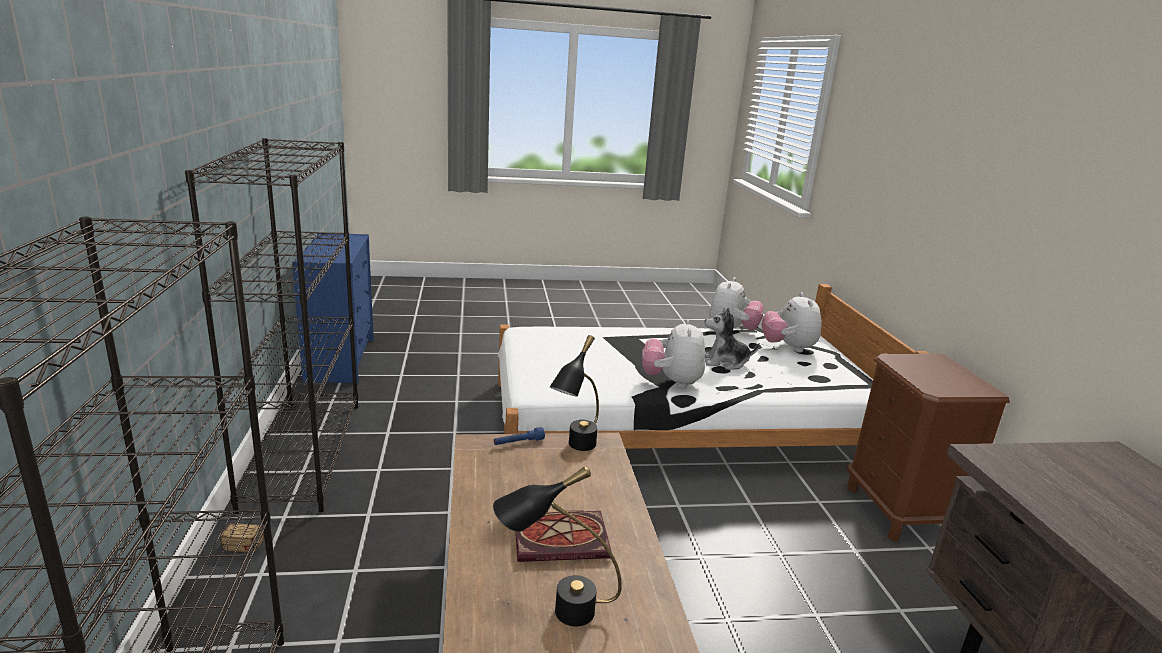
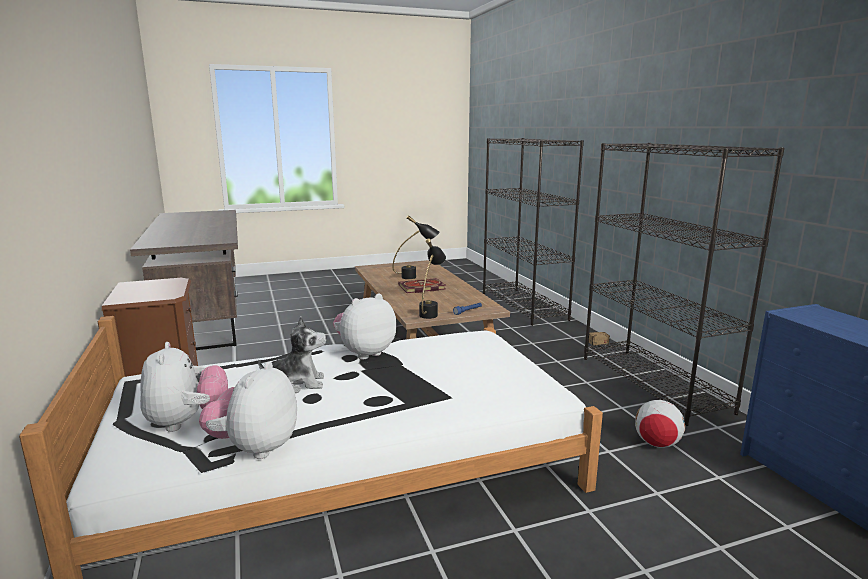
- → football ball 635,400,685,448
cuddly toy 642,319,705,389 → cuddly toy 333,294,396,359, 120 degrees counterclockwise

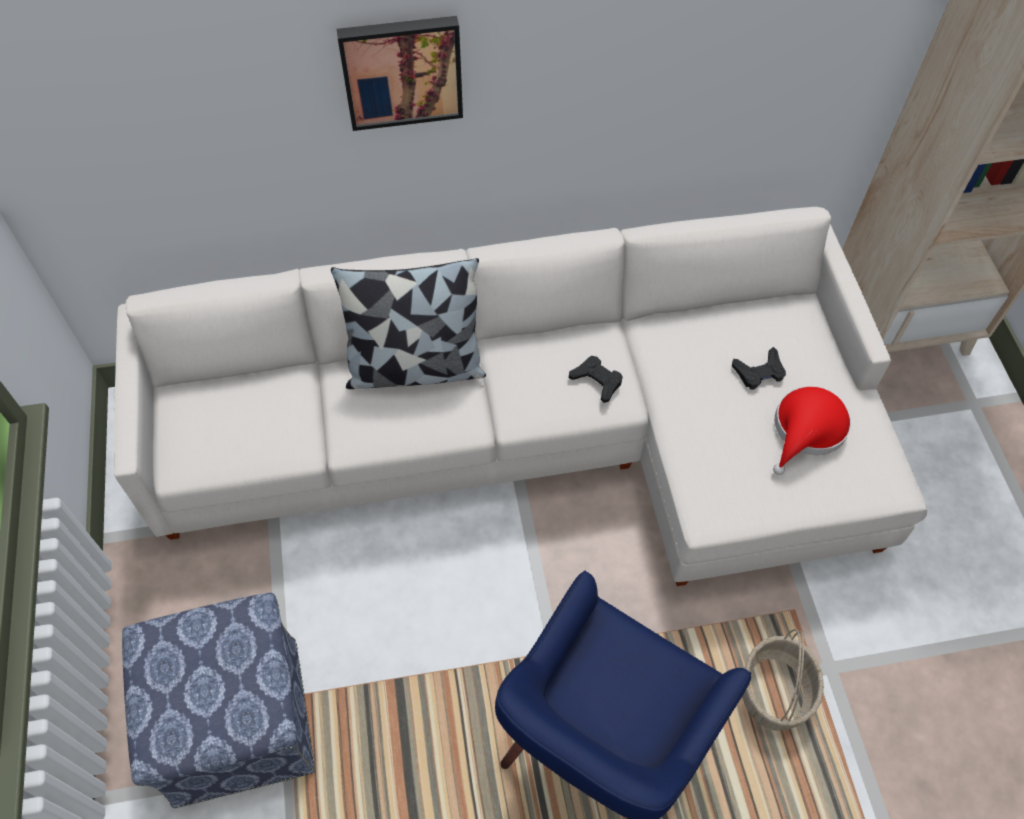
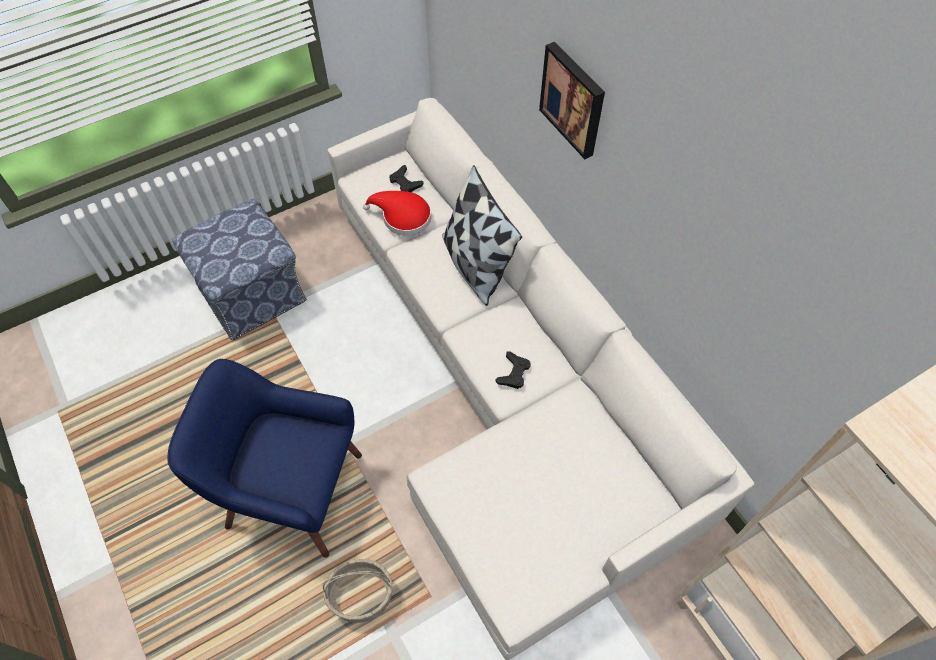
black game controller 732,347,786,390 → black game controller 389,165,423,192, relocated
red-coloured clothing hat 773,387,851,475 → red-coloured clothing hat 363,191,431,236, relocated

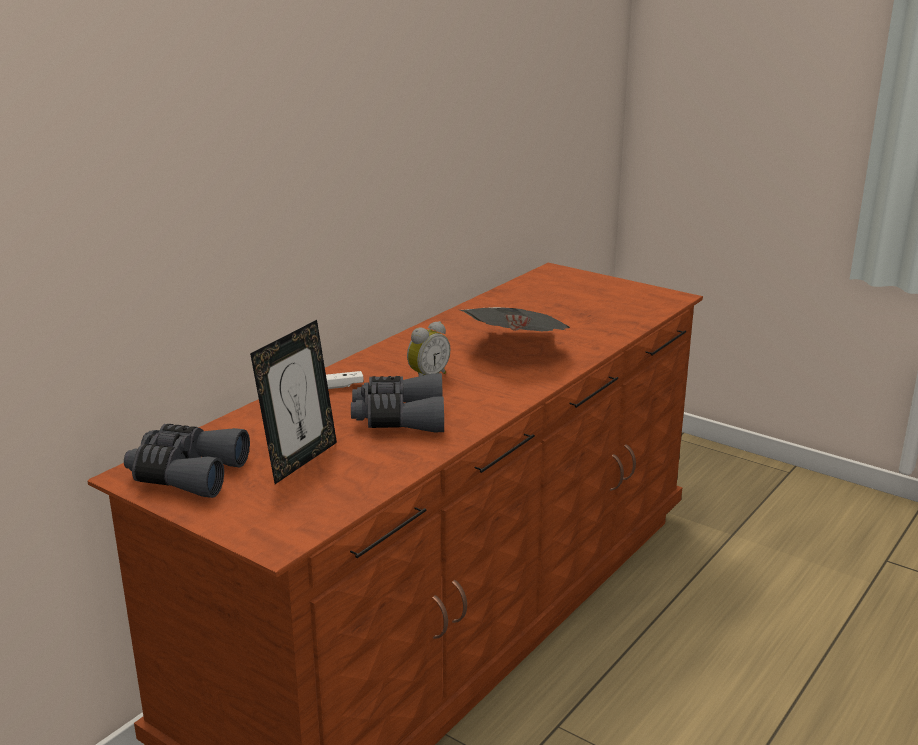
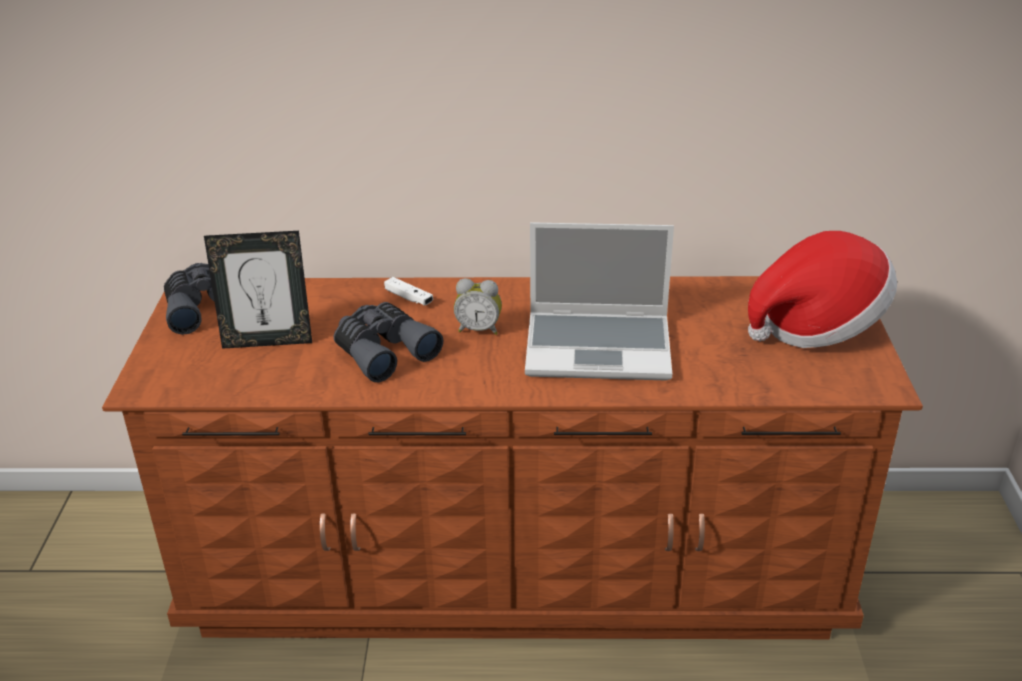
- → clothing hat 748,231,897,348
daily paper 460,307,569,331 → laptop 525,222,674,380

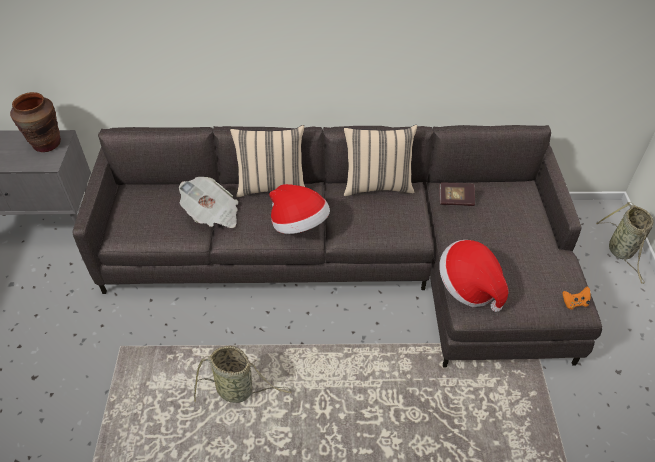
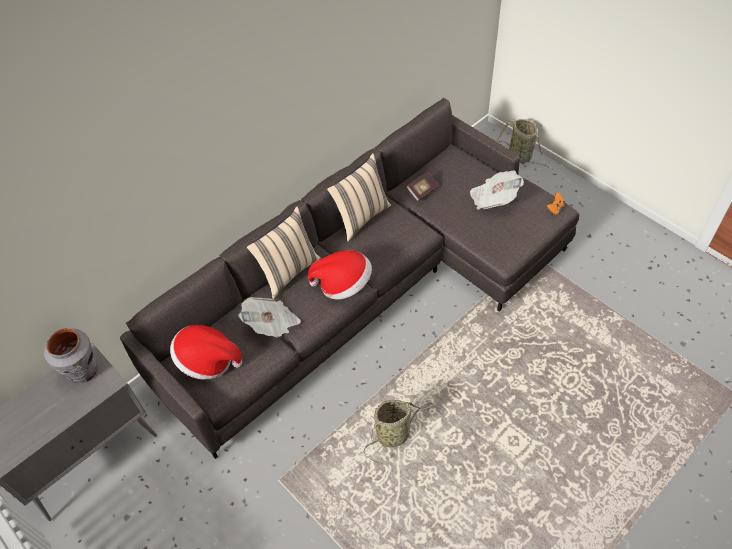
- → daily paper 470,170,524,210
clothing hat 439,240,508,312 → clothing hat 170,325,242,380, relocated
brown flower vase 10,92,61,152 → gray flower vase 44,328,98,383

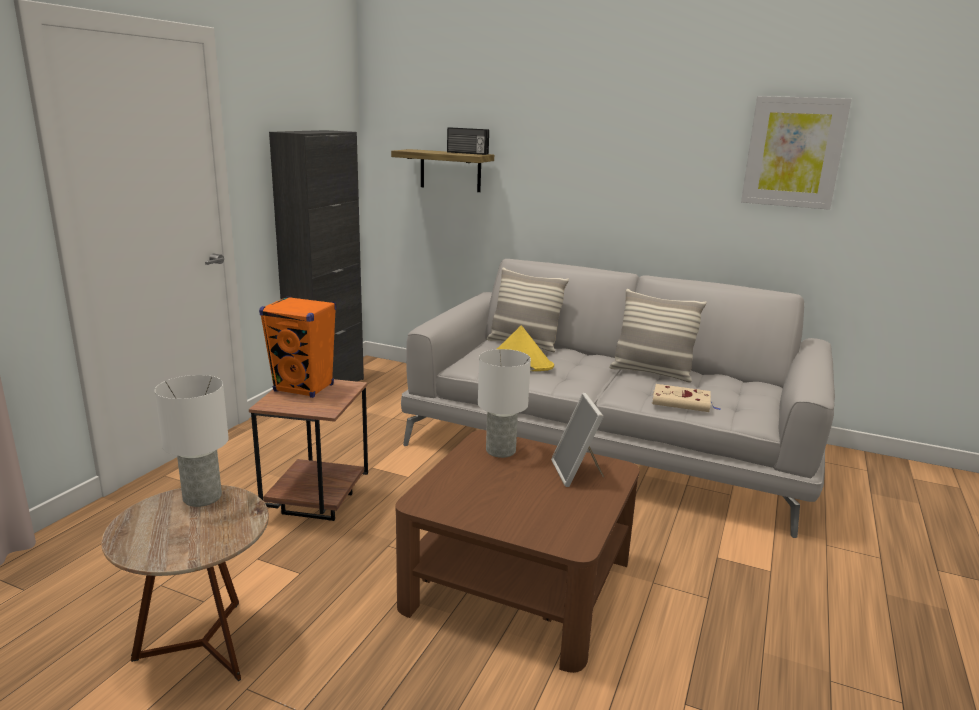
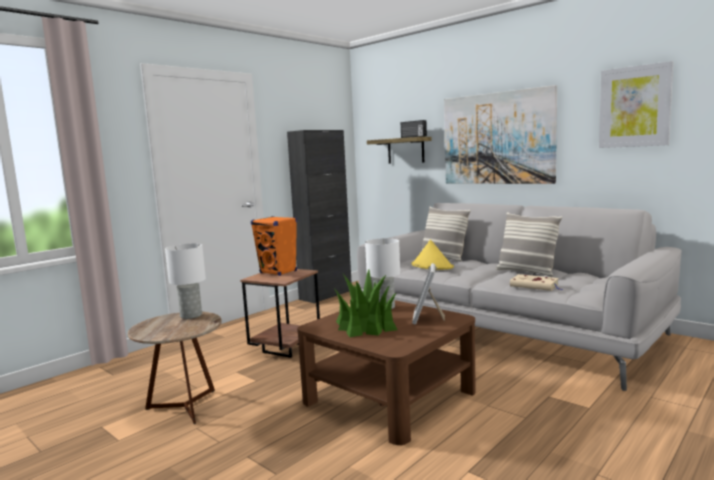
- → potted plant 334,270,398,337
- → wall art 444,85,557,184

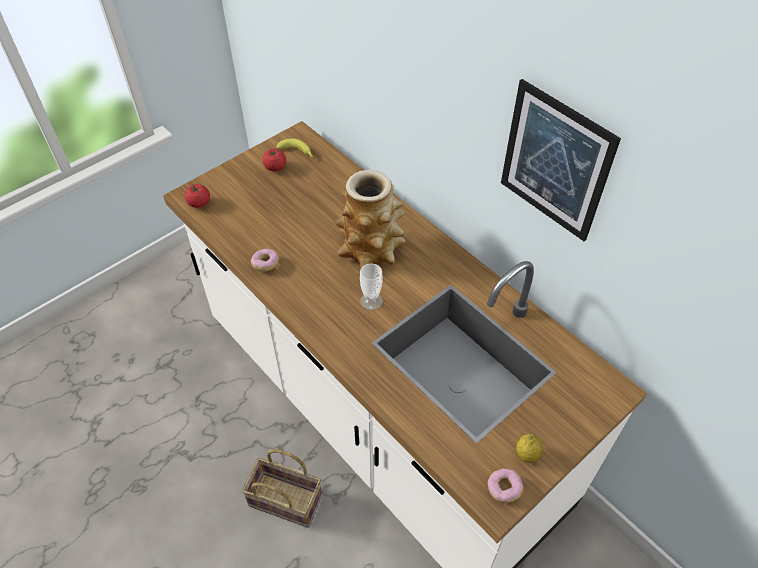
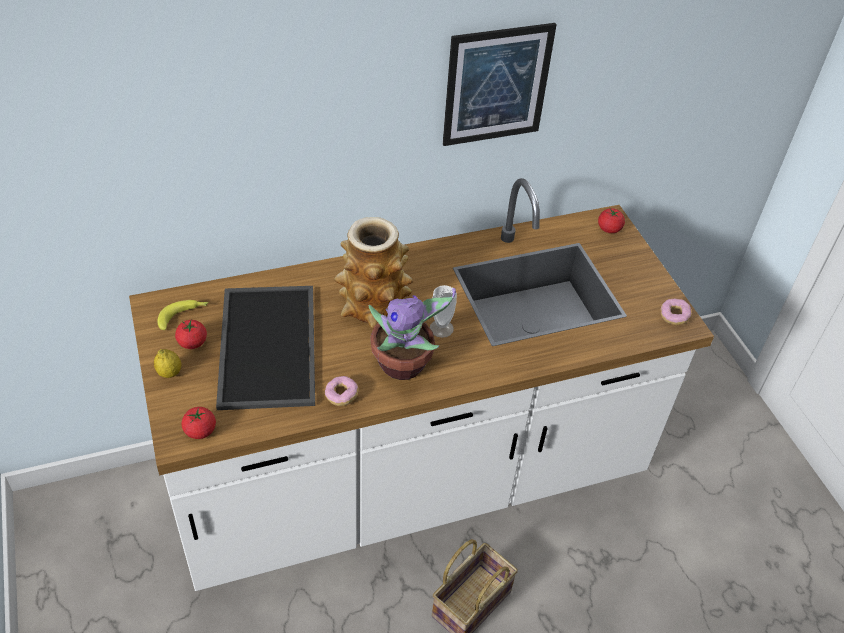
- → serving tray 216,286,315,410
- → potted plant 368,288,456,380
- → tomato 598,208,625,233
whole lemon 516,434,543,463 → whole lemon 154,349,181,378, relocated

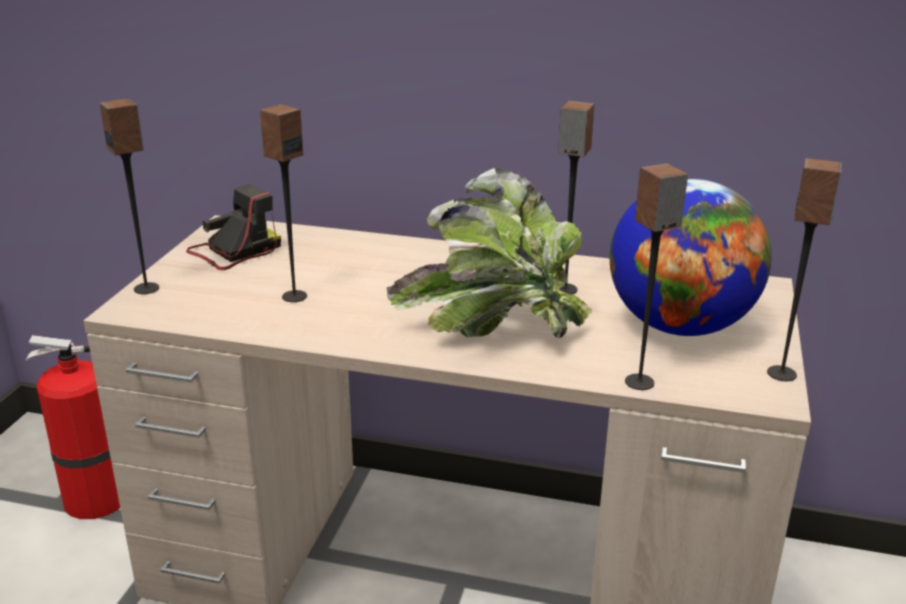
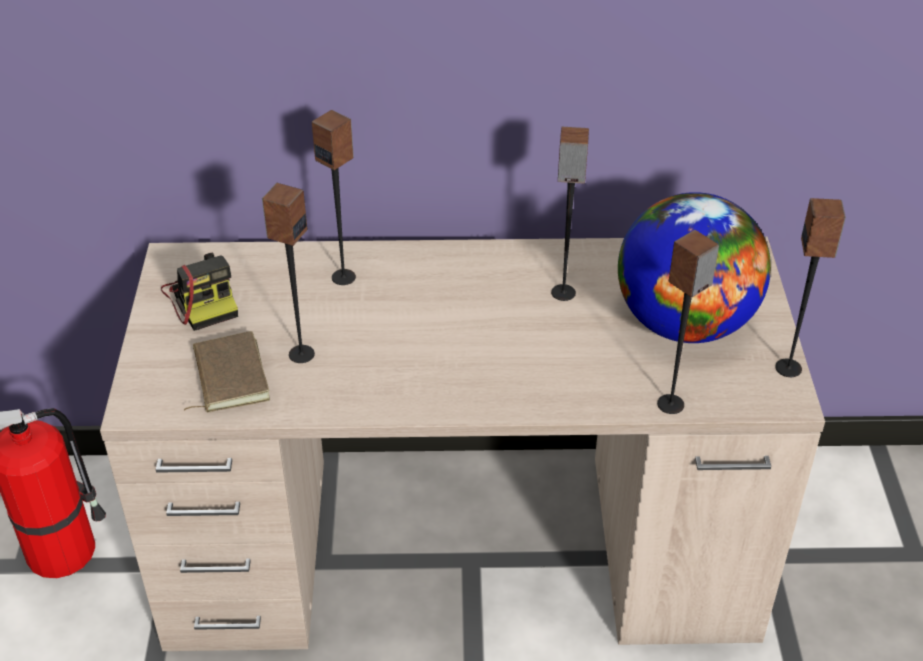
potted plant 387,168,592,338 → -
- → brown bound book 184,331,270,413
speaker 100,99,159,294 → speaker 312,110,356,285, relocated
still camera 186,184,281,270 → still camera 161,253,238,331, 120 degrees clockwise

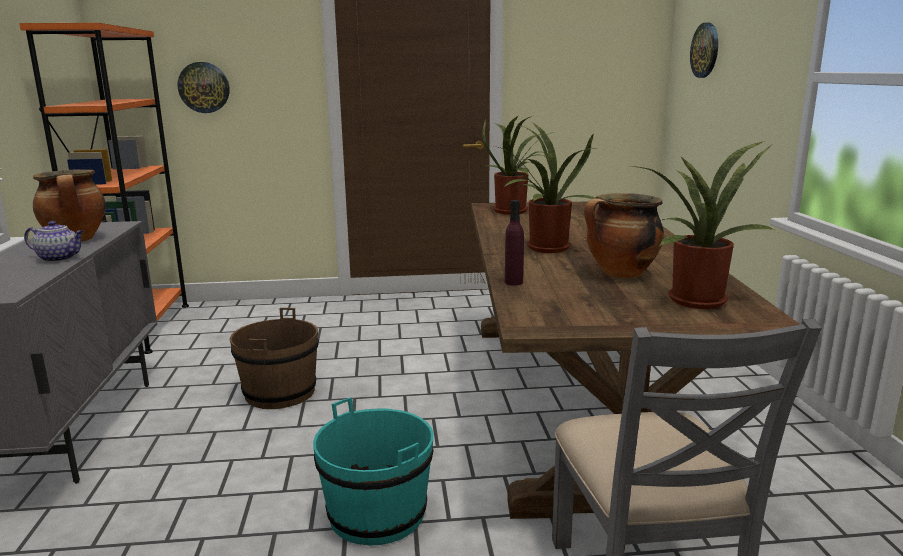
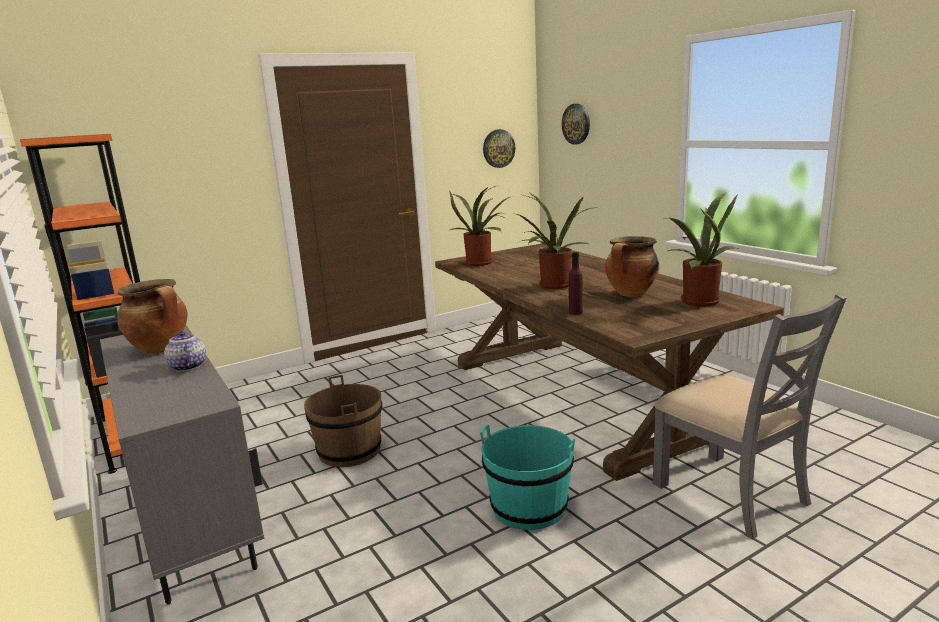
clock on the wall 178,62,230,113 → clock on the wall 483,129,515,168, relocated
pot for tea 24,221,84,262 → pot for tea 164,331,206,372, 105 degrees counterclockwise

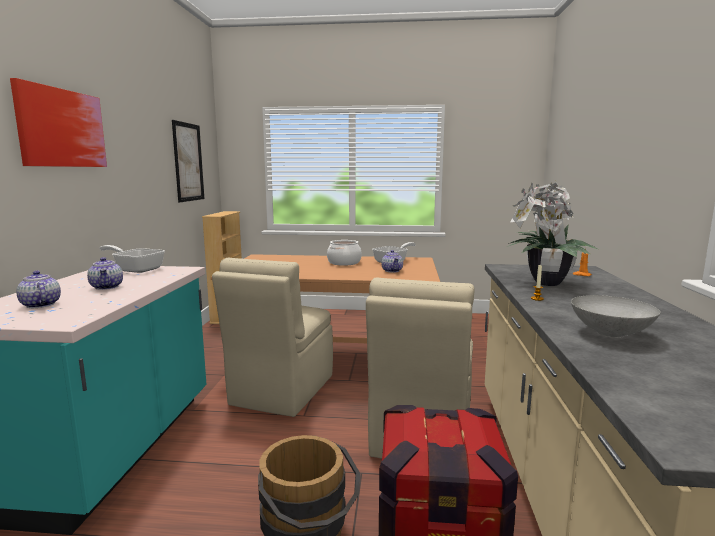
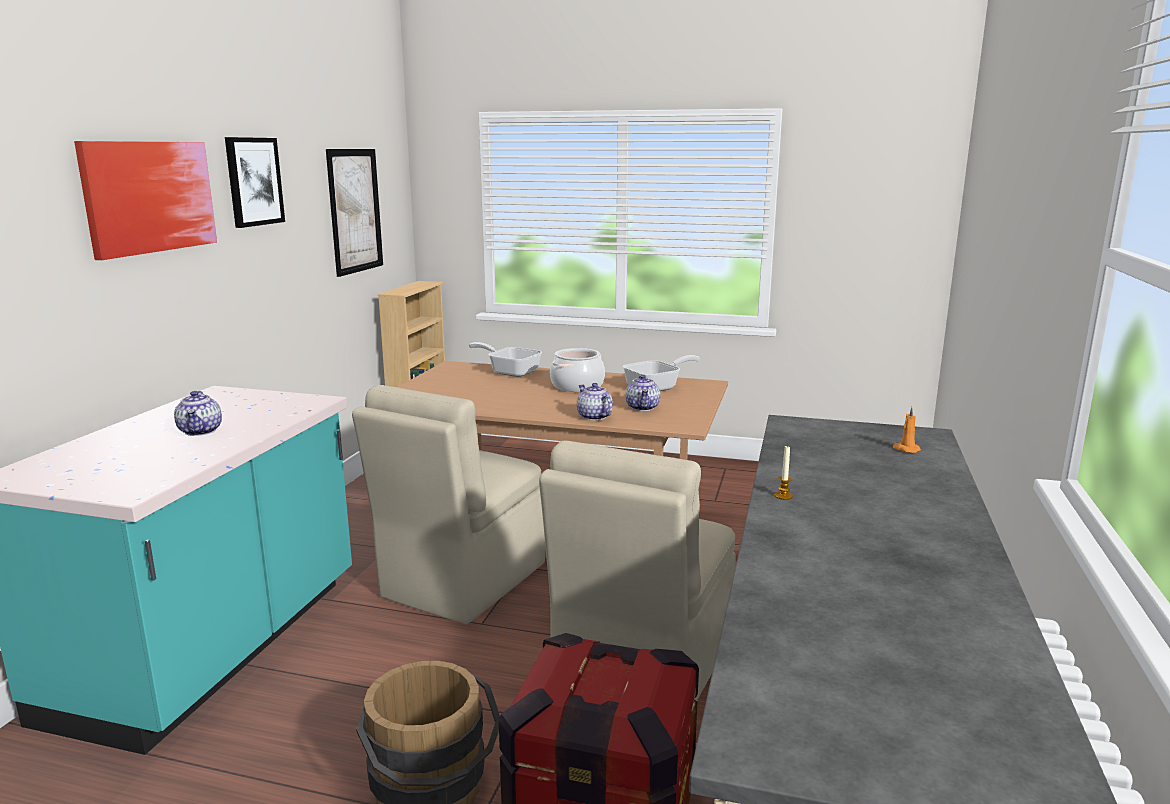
potted plant 507,181,600,286 → -
gray deep dish 571,295,660,338 → -
- → wall art 225,137,285,228
pot for tea 16,271,61,308 → pot for tea 577,383,613,421, relocated
frying pan 100,245,165,273 → frying pan 469,342,542,377, relocated

